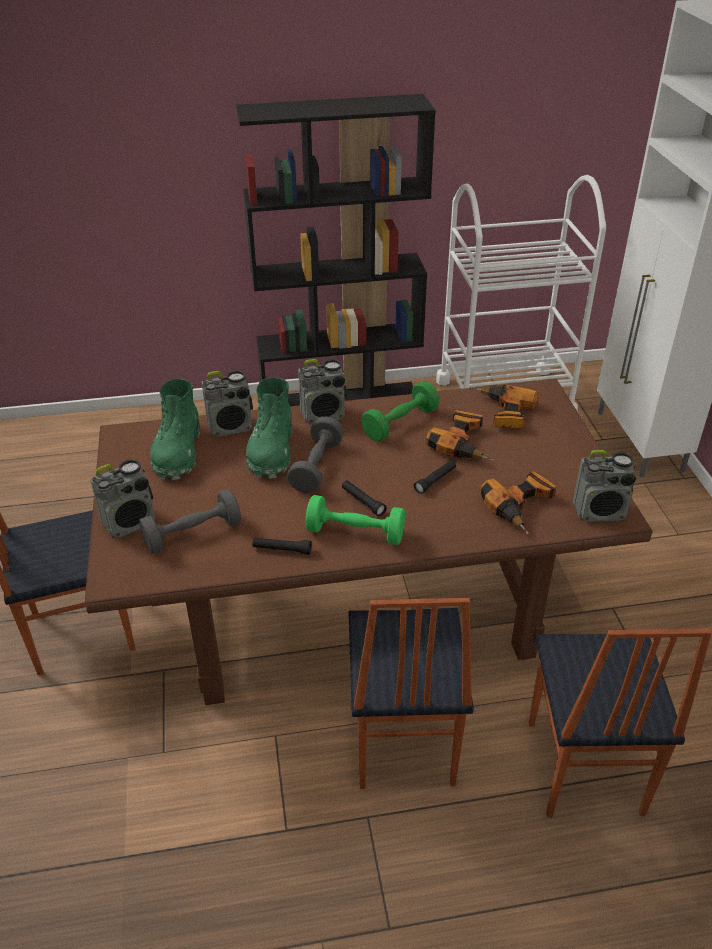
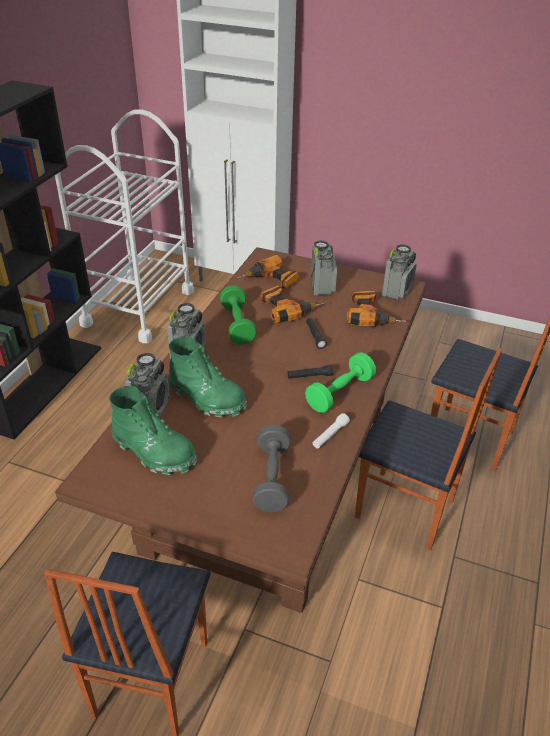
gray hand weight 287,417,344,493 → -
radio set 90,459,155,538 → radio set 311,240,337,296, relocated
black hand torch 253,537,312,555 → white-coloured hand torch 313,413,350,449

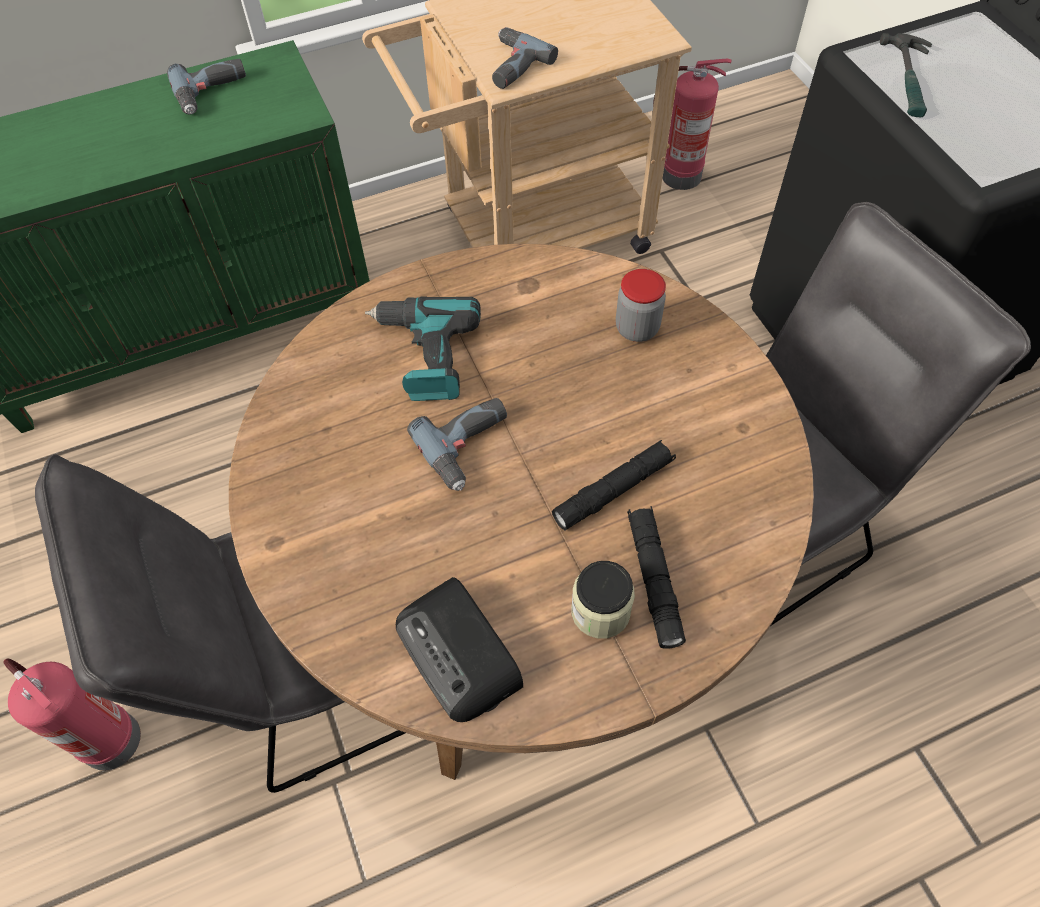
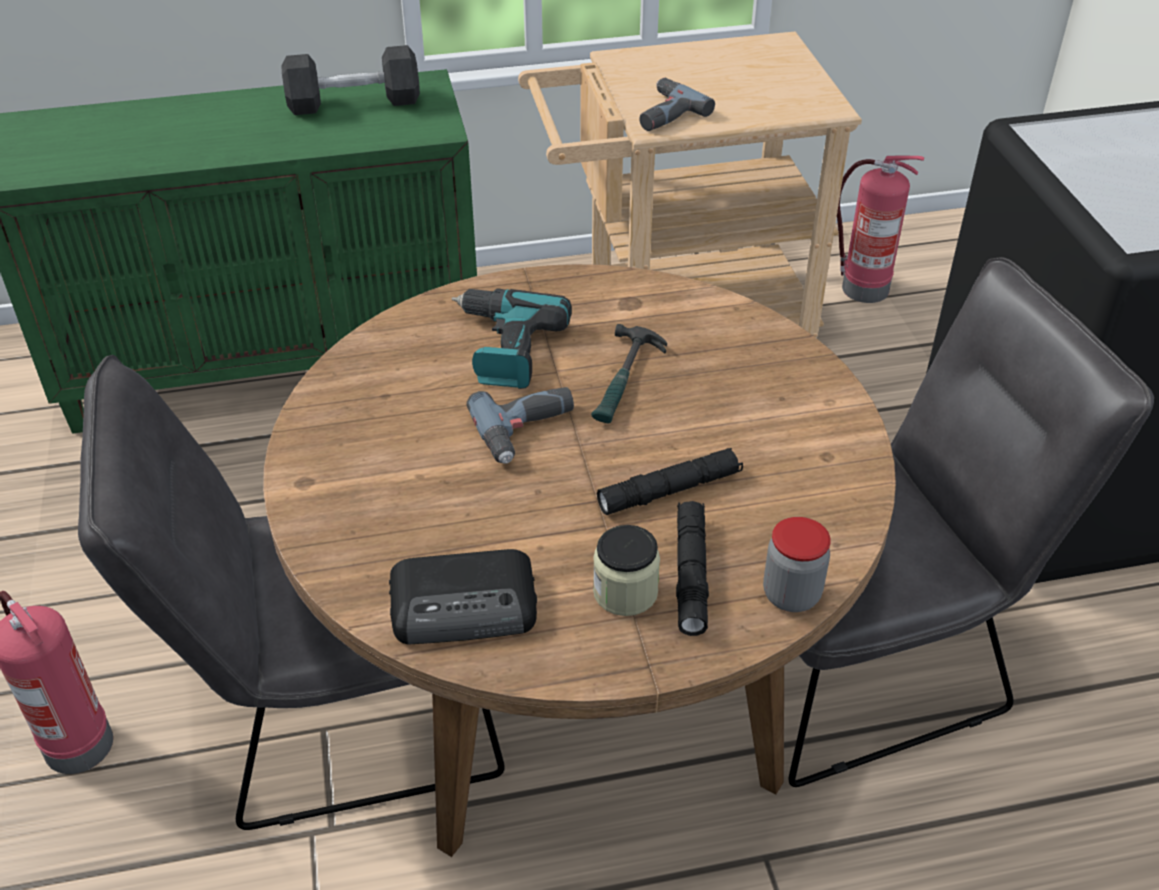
preserve jar 616,269,666,342 → preserve jar 763,517,831,612, relocated
hammer 880,33,932,117 → hammer 591,324,667,423, relocated
power drill 167,59,246,114 → black hand weight 281,45,420,115
radio set 396,577,523,722 → radio set 389,549,537,645, 75 degrees counterclockwise

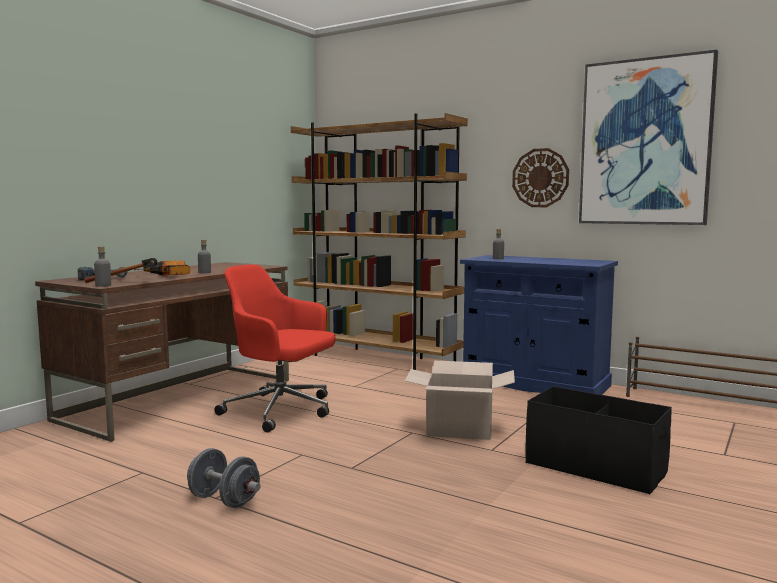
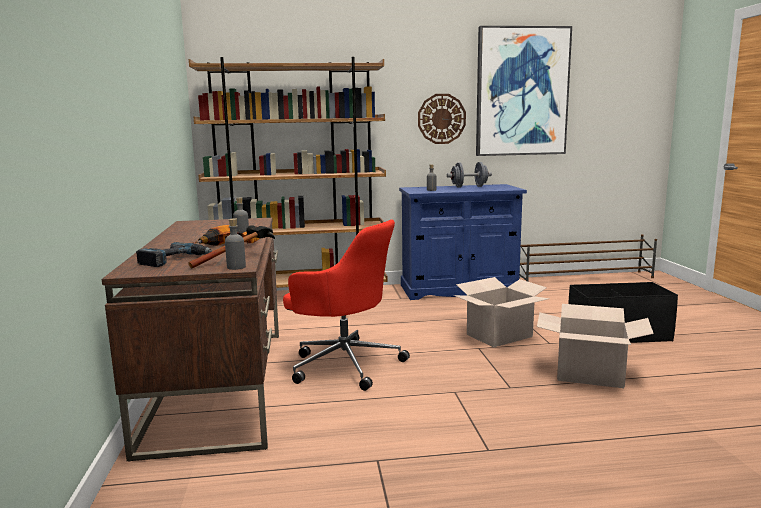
- → cardboard box 537,304,654,388
gray hand weight 187,448,260,508 → gray hand weight 447,162,492,188, relocated
red-coloured office chair 214,265,336,432 → red-coloured office chair 283,219,410,391, 135 degrees counterclockwise

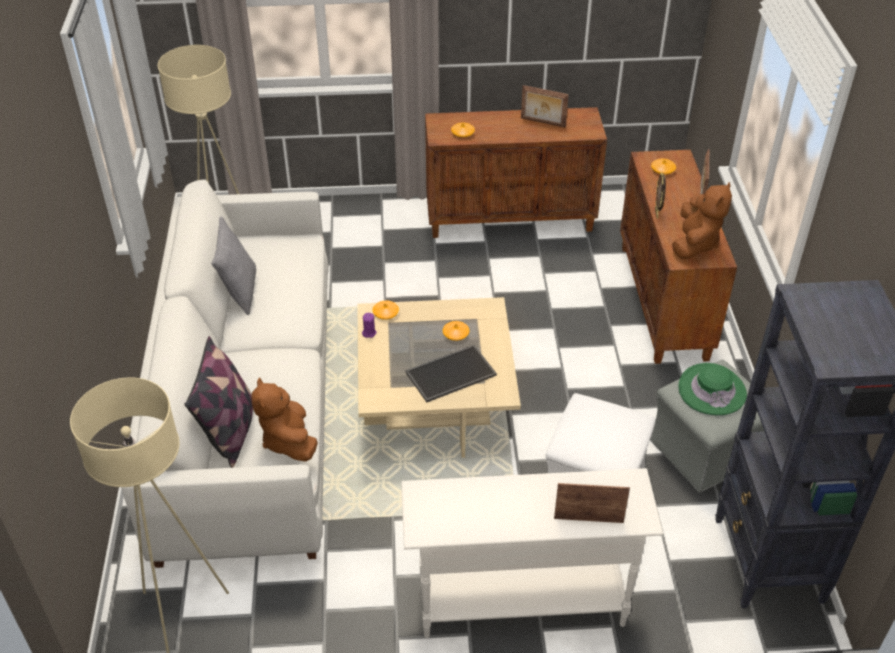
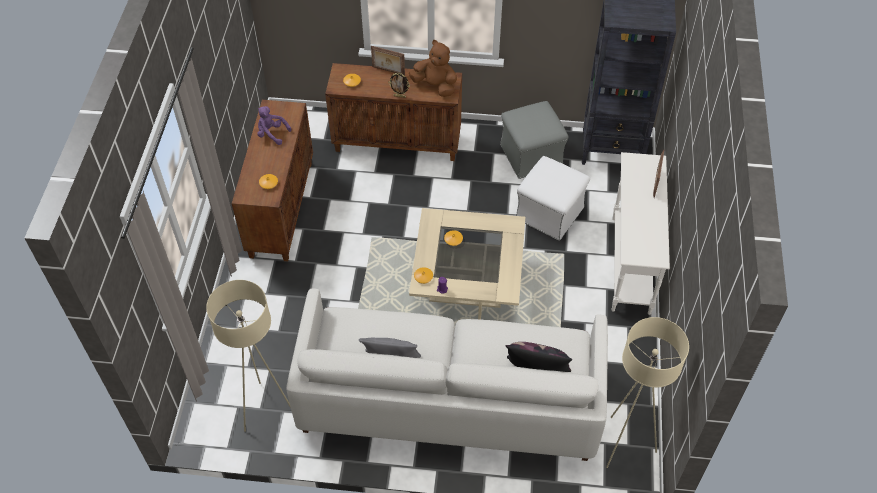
brown cuddly toy 252,378,318,462 → -
serving tray 405,345,497,403 → -
green-coloured clothing hat 678,363,747,415 → -
picture frame 521,85,569,128 → purple-coloured cuddly toy 257,106,291,145

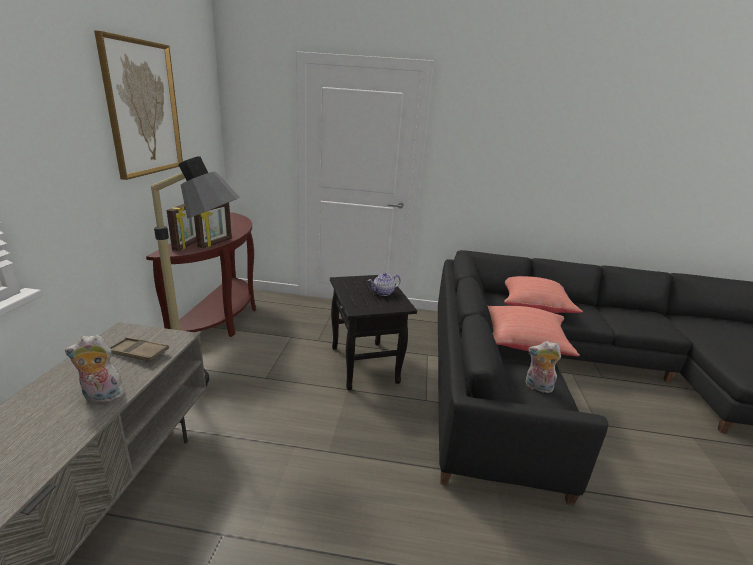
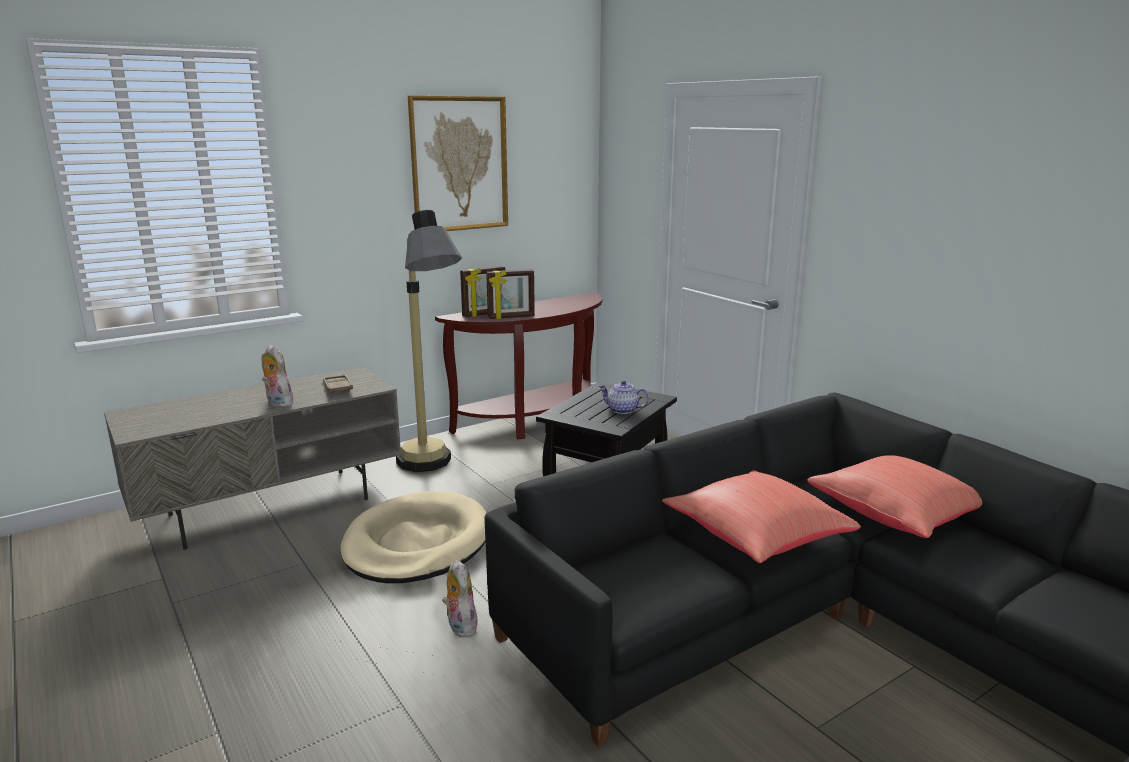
- → beige pet bed 340,491,486,583
cuddly toy 526,341,561,393 → cuddly toy 442,559,477,637, relocated

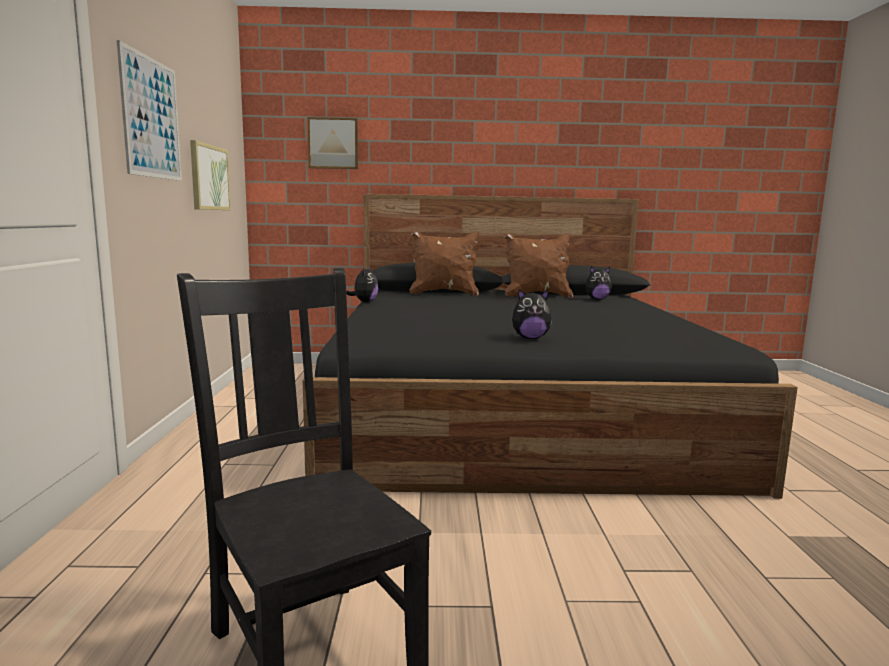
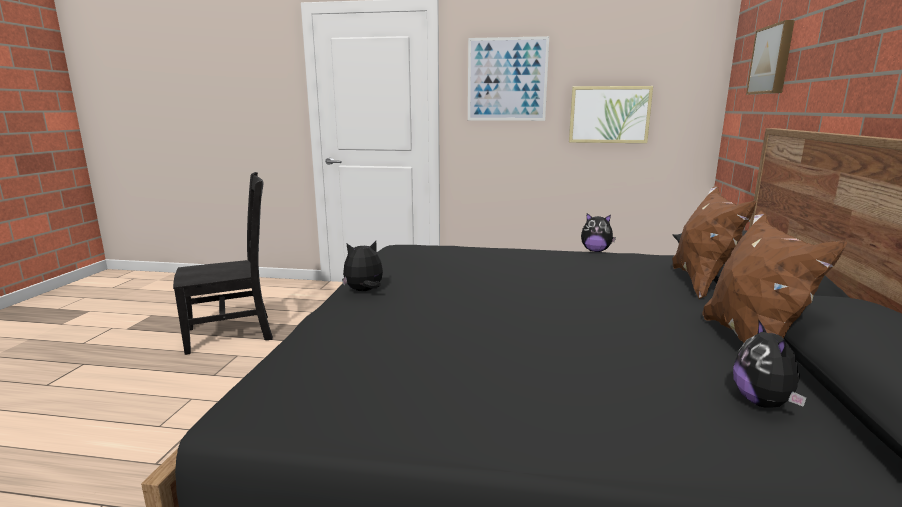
cuddly toy 512,289,552,339 → cuddly toy 342,241,383,291, 60 degrees clockwise

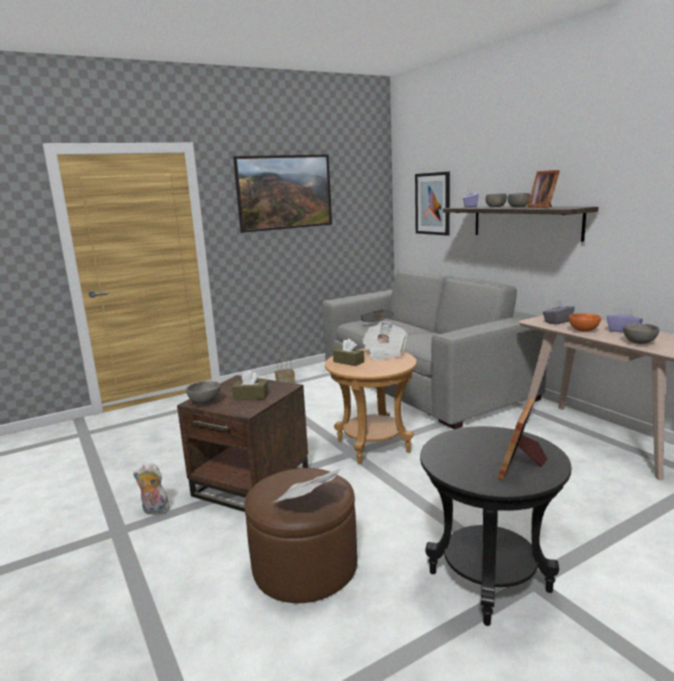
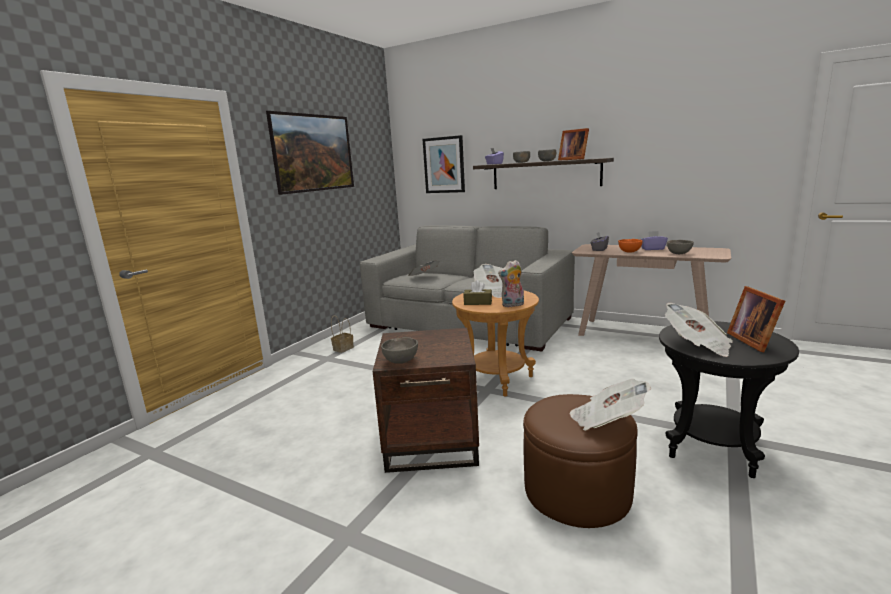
brown tissue holder 232,370,268,400 → -
- → daily paper 665,303,733,357
cuddly toy 133,463,170,515 → cuddly toy 498,260,524,307, relocated

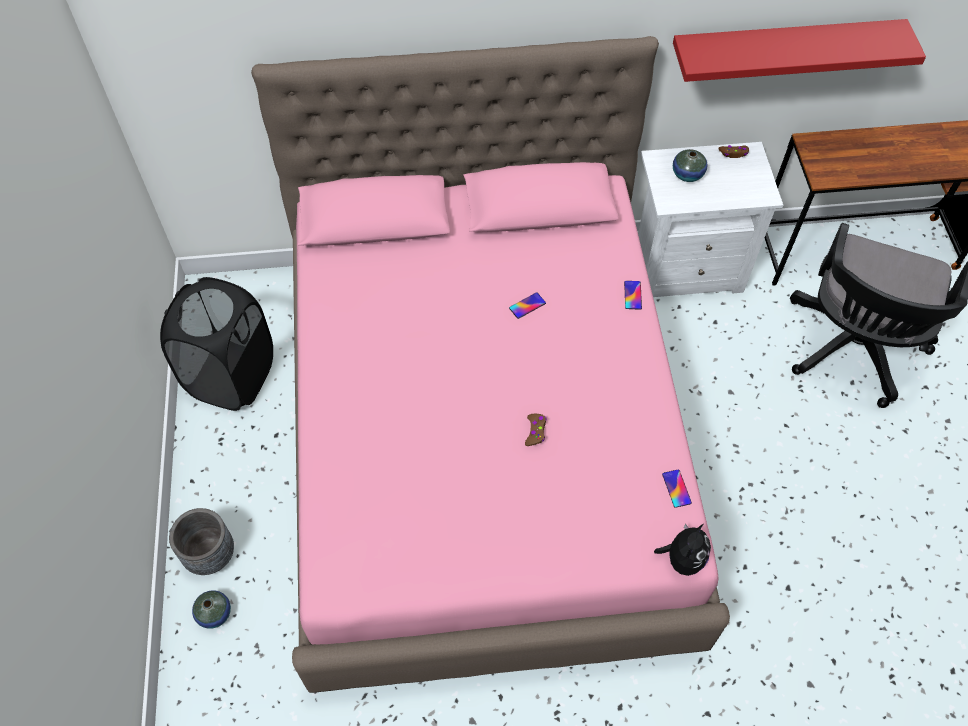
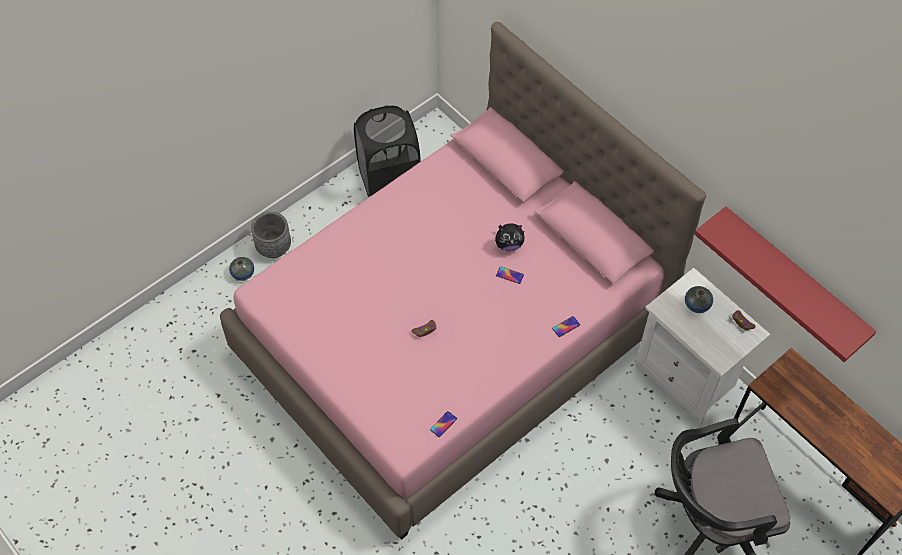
cuddly toy 654,524,711,576 → cuddly toy 495,223,525,251, relocated

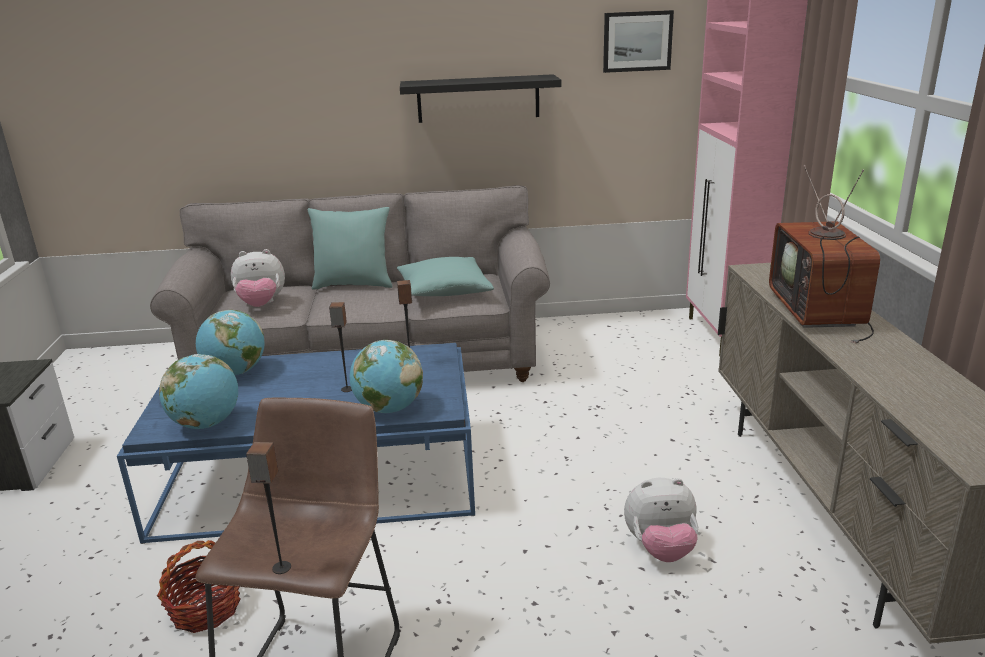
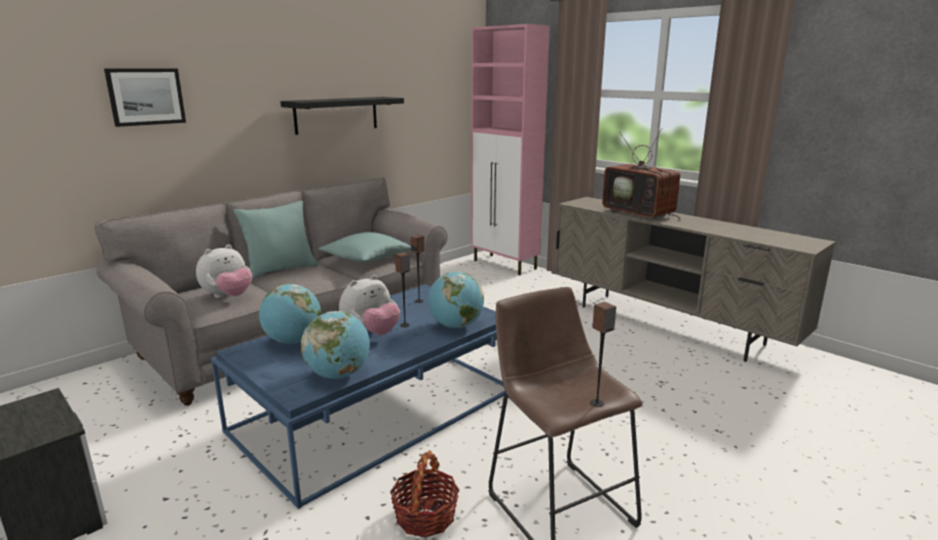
wall art 603,10,674,73 → wall art 104,68,186,127, relocated
cuddly toy 624,478,698,562 → cuddly toy 339,275,400,335, relocated

